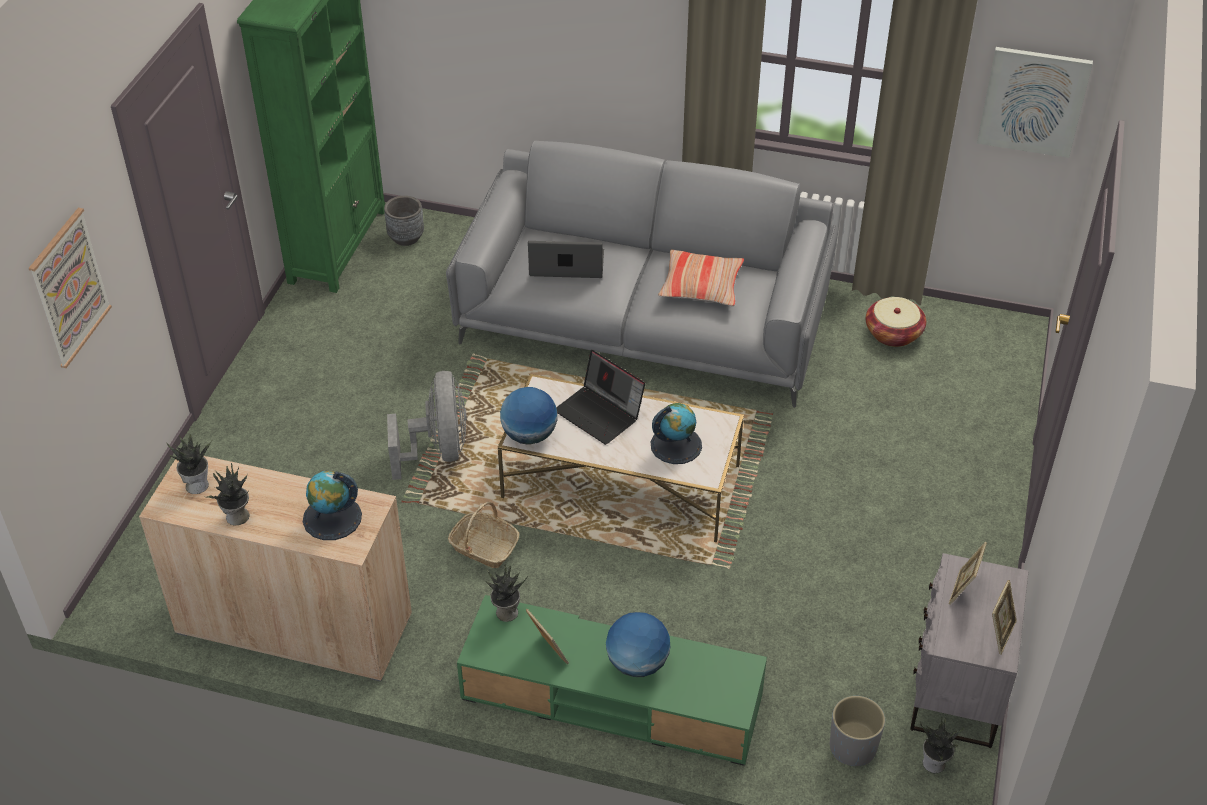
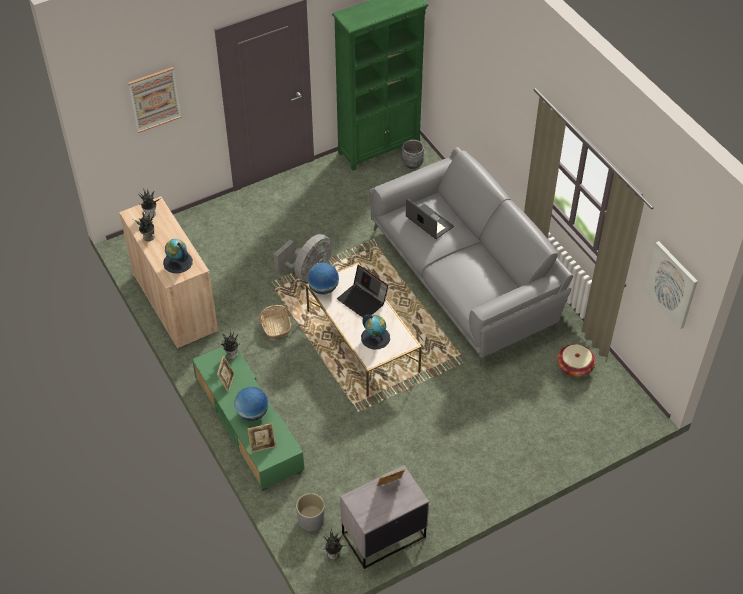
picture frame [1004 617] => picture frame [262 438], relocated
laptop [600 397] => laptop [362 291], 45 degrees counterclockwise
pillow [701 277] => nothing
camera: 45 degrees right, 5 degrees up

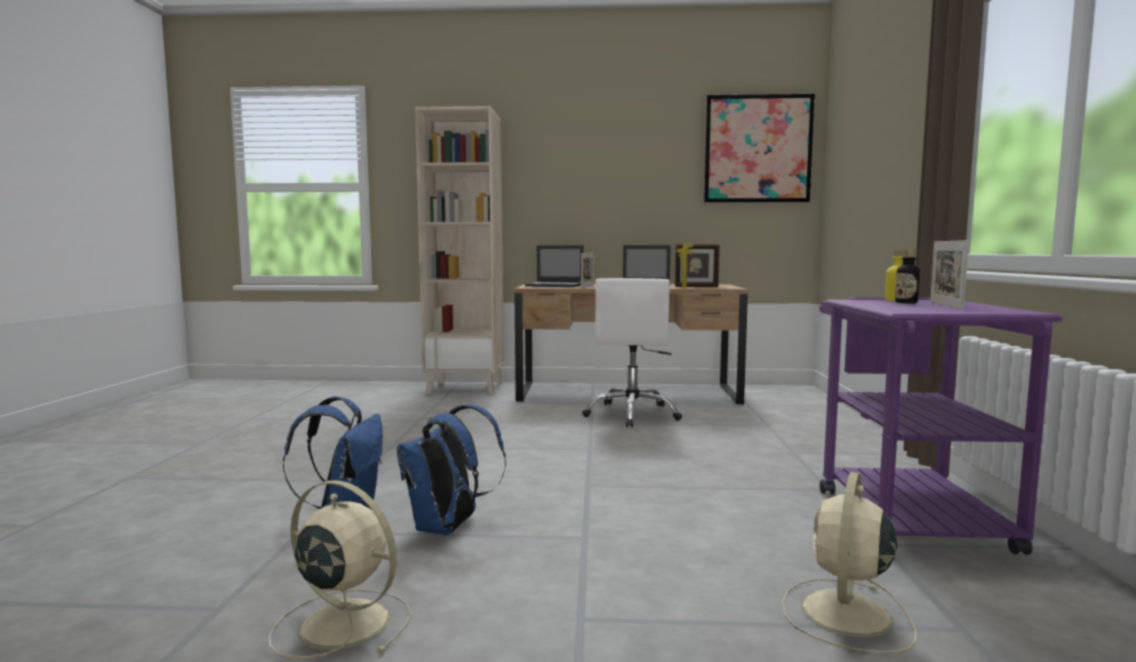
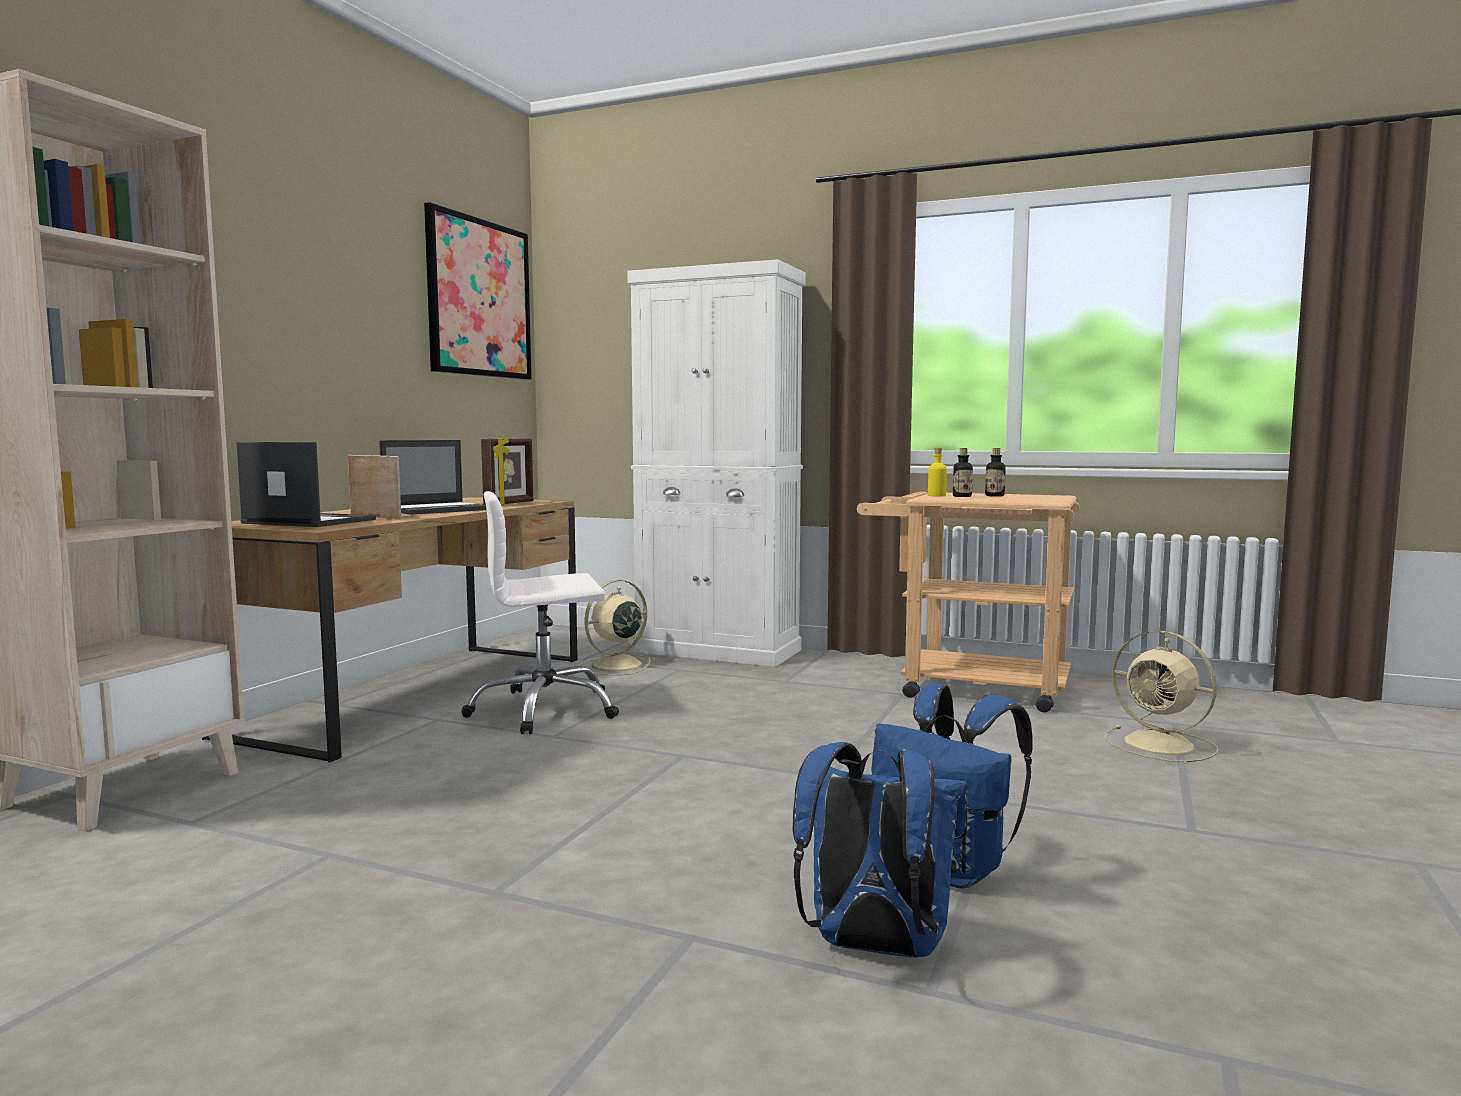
laptop [554 266] => laptop [306 484], 105 degrees counterclockwise
white office chair [632 352] => white office chair [540 612], 135 degrees clockwise
beige fan [340 569] => beige fan [617 627], relocated
nothing => white cabinet [717 463]
purple cart [940 426] => beige cart [968 602]
picture frame [949 274] => bottle [995 472]
camera: 70 degrees left, 0 degrees up

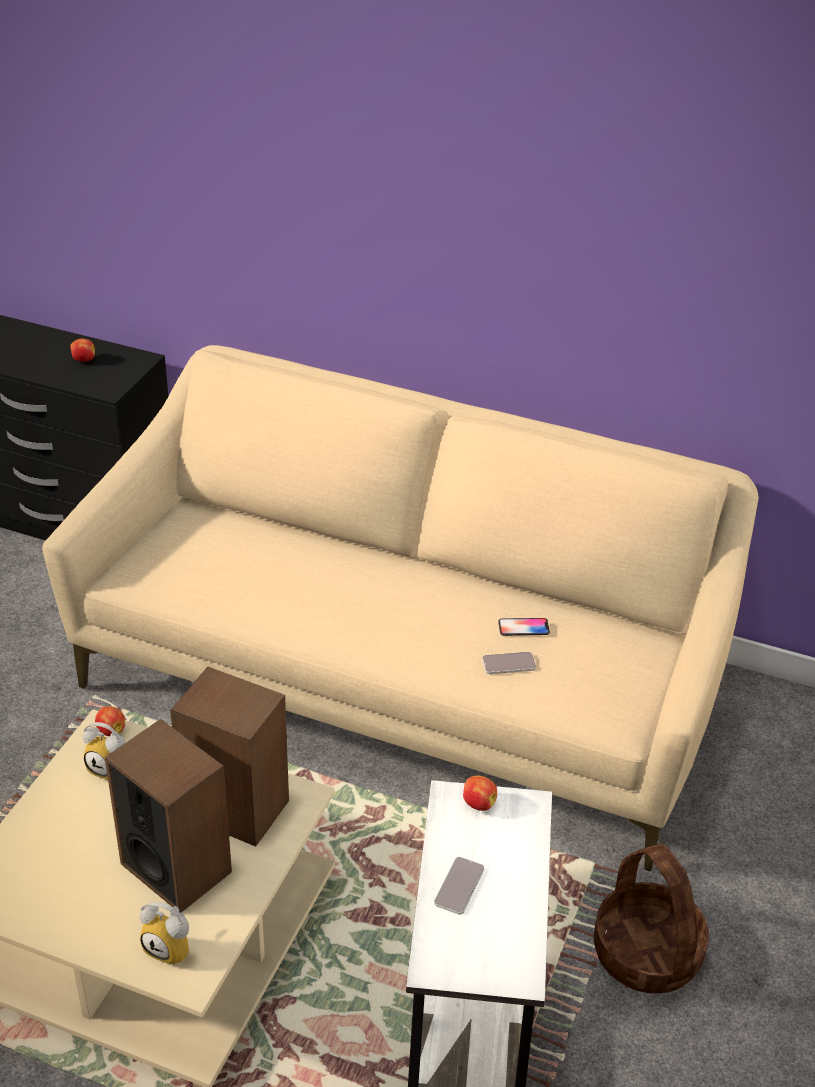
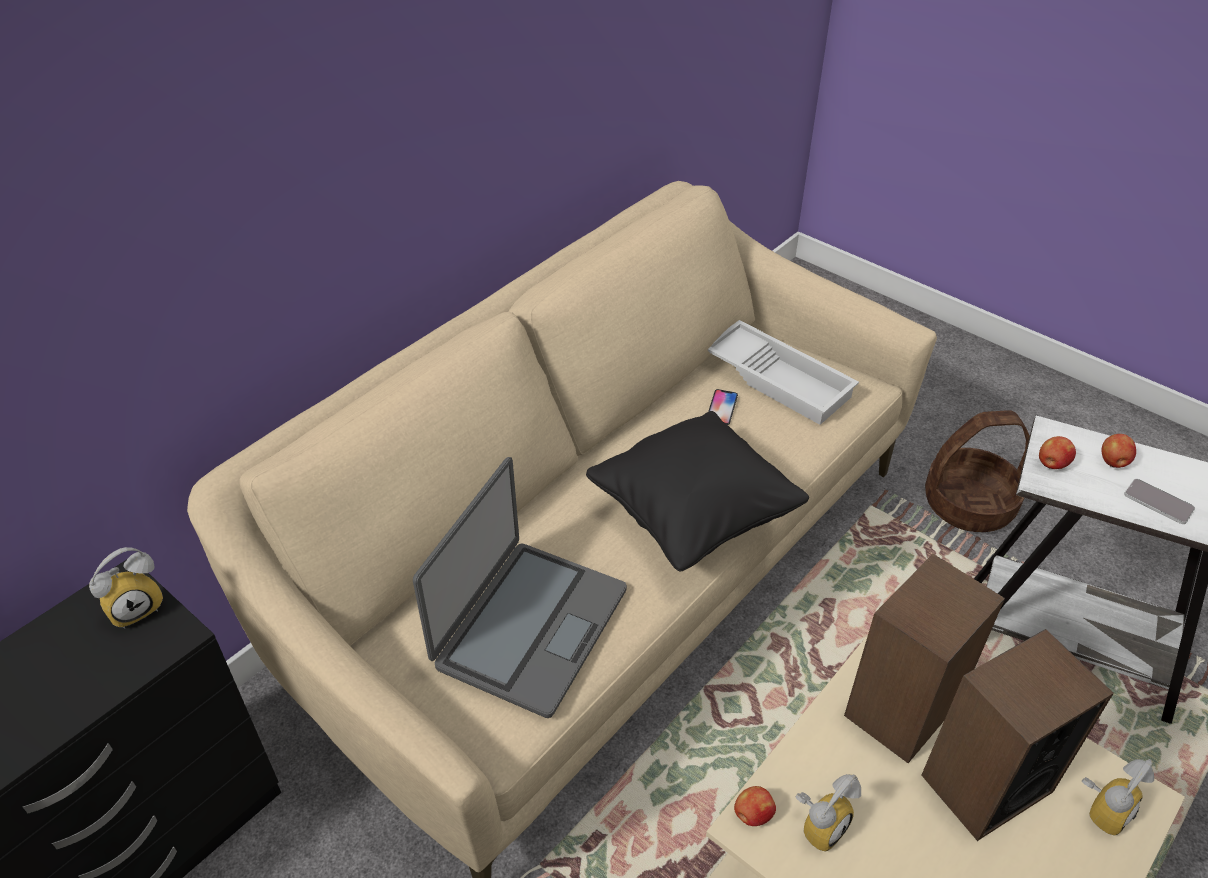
nothing => alarm clock [126 588]
nothing => laptop [520 587]
nothing => black pillow [697 491]
nothing => white tray [783 372]
apple [82 350] => apple [1118 451], relocated
phone [509 663] => nothing
camera: 70 degrees left, 5 degrees up

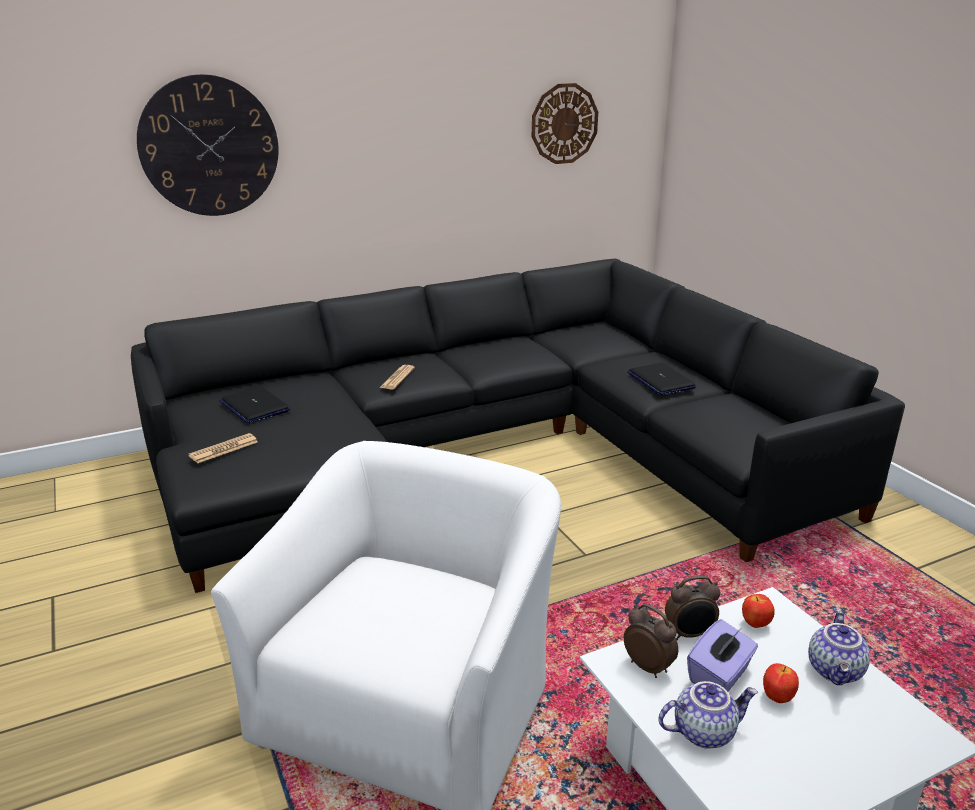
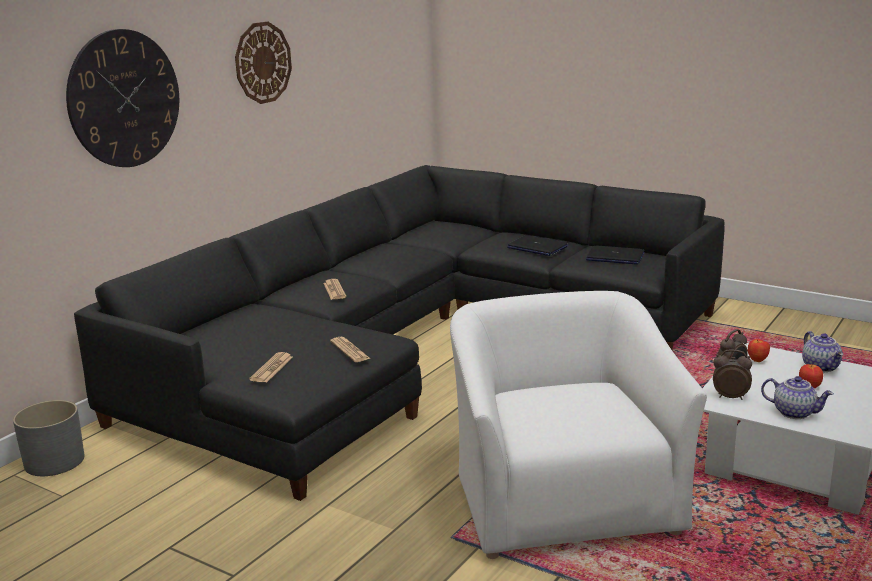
nothing => grey planter [48 438]
wall clock [565 123] => wall clock [263 62], relocated
nothing => newspaper [350 349]
laptop [255 404] => laptop [615 255], relocated
teapot [708 715] => teapot [797 397], 75 degrees clockwise
purple tissue box [722 656] => nothing
camera: 30 degrees left, 5 degrees down

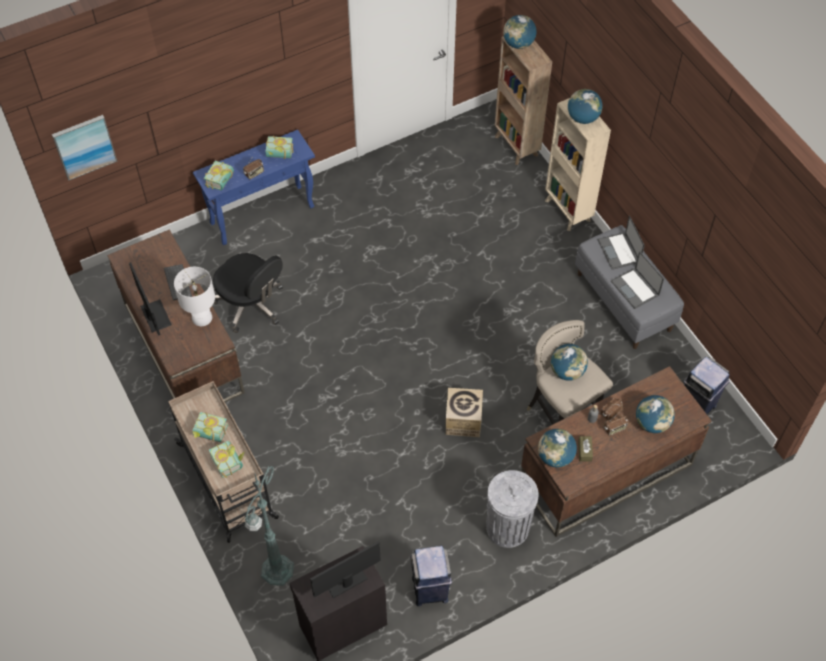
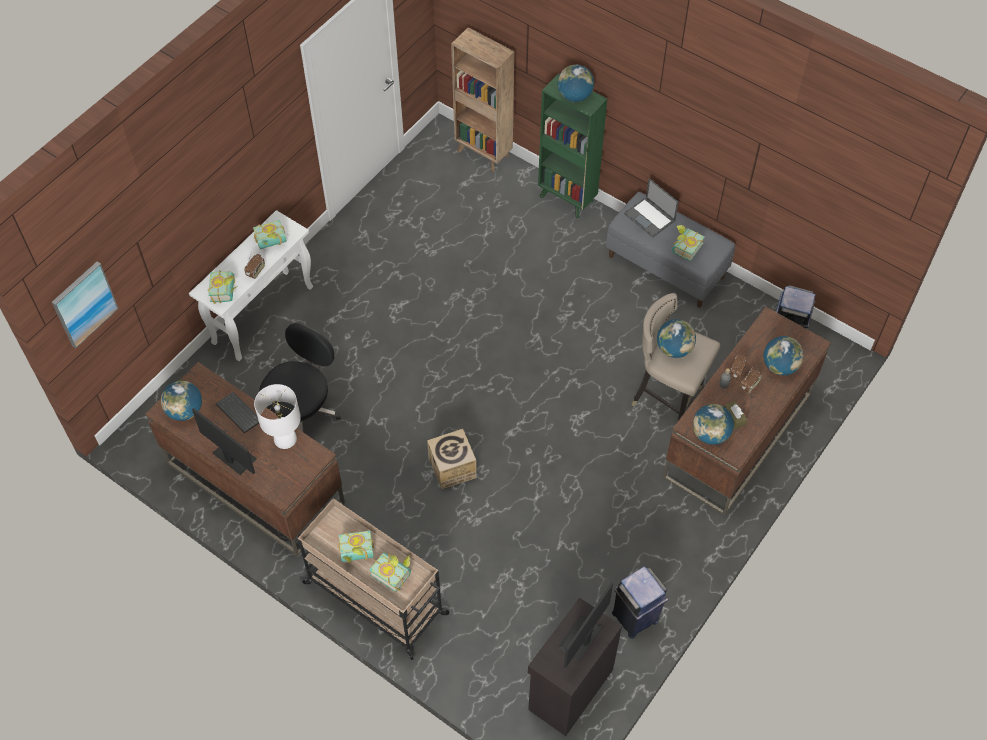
globe [520 32] => globe [181 401], relocated
blue console table [254 187] => white console table [251 285]
black office chair [248 293] => black office chair [300 377], 75 degrees counterclockwise
cardboard box [464 412] => cardboard box [452 459], relocated
beige bookcase [578 164] => green bookcase [572 145]
laptop [637 280] => book [688 243]
green floor lamp [269 526] => nothing
grey trash can [512 509] => nothing
camera: 25 degrees left, 0 degrees up

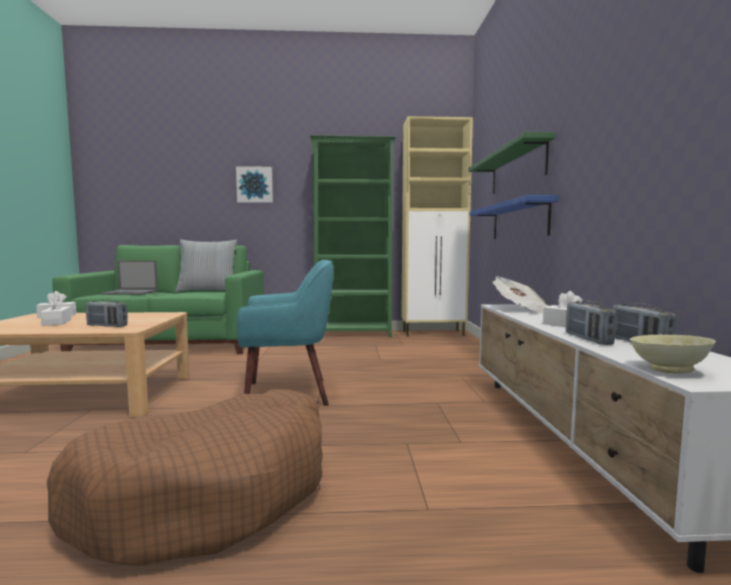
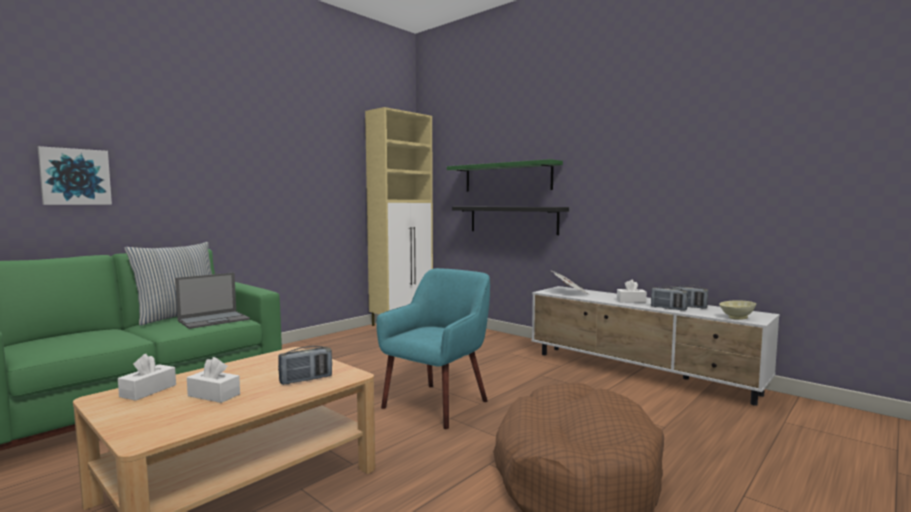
picture [254 184] => picture [75 175], relocated
laptop [128 277] => laptop [212 301], relocated
blue shelf [514 217] => black shelf [510 221]
green bookcase [352 236] => nothing
camera: 45 degrees left, 0 degrees up

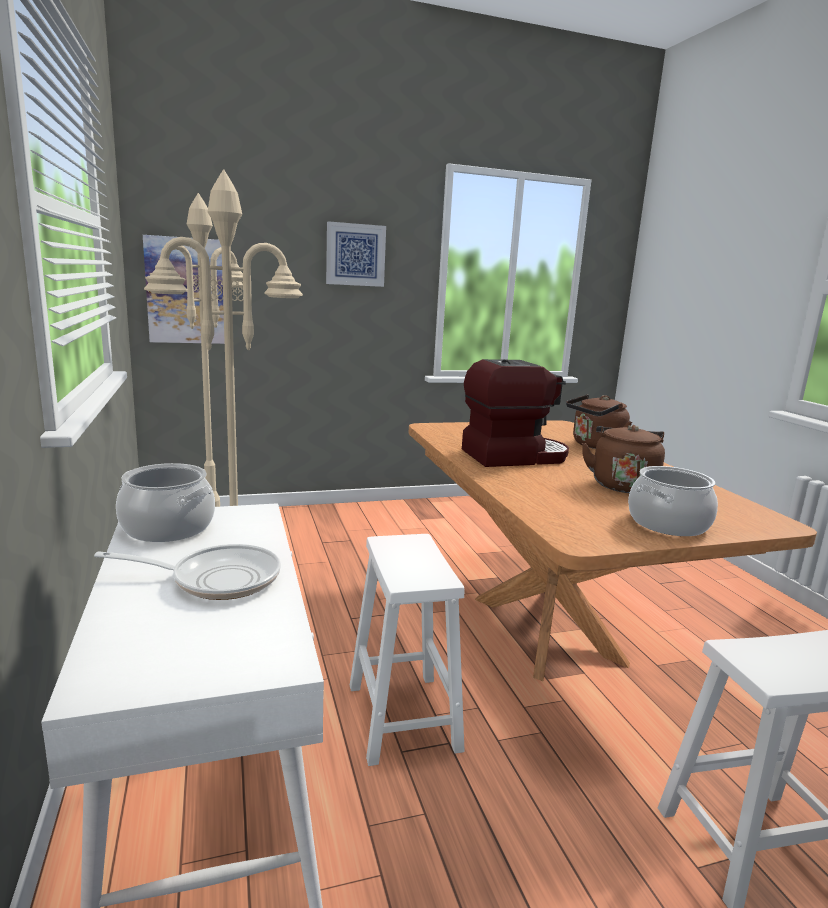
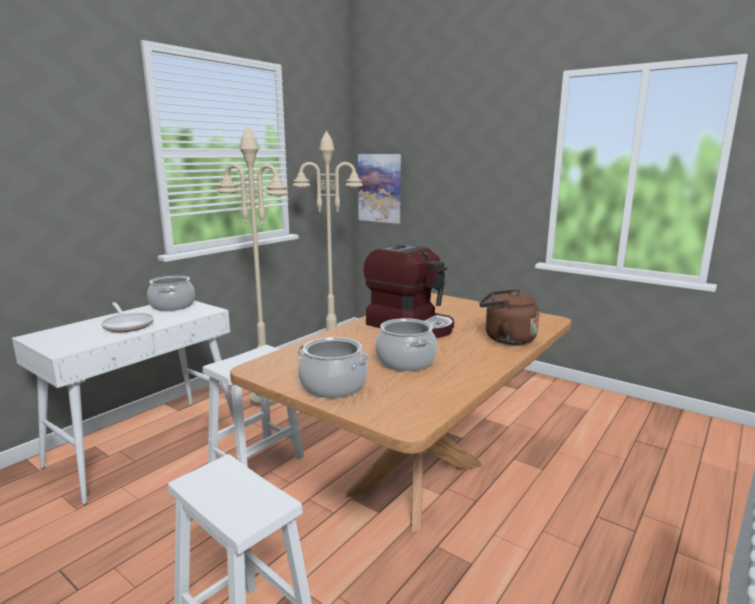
brown kettle [623 459] => cooking pot [406 344]
picture [356 254] => nothing
camera: 55 degrees right, 0 degrees up

